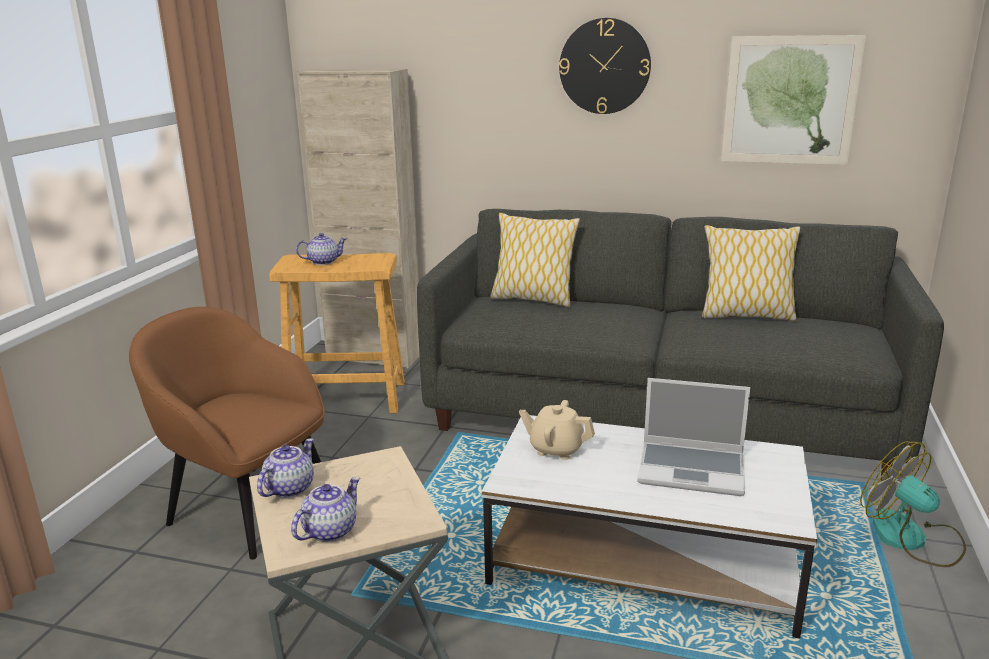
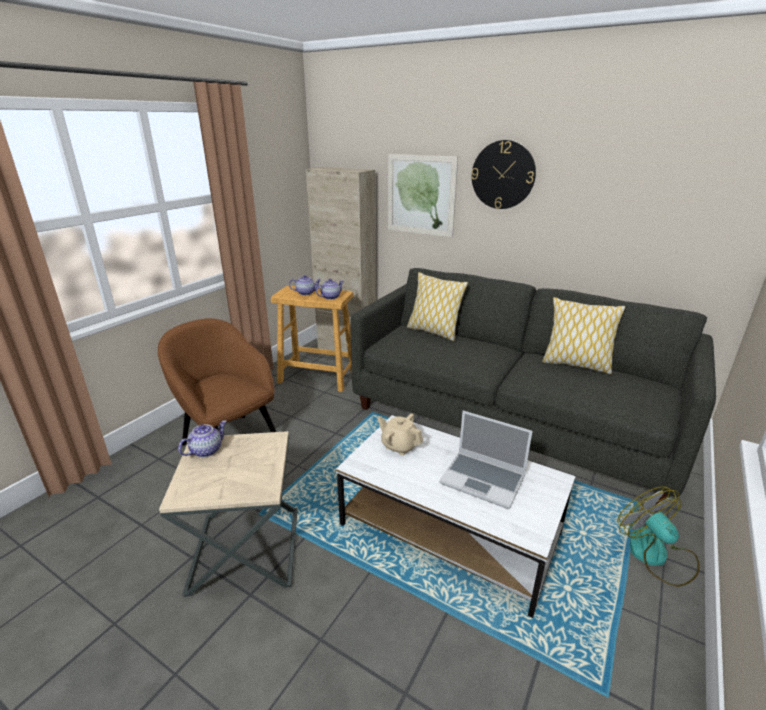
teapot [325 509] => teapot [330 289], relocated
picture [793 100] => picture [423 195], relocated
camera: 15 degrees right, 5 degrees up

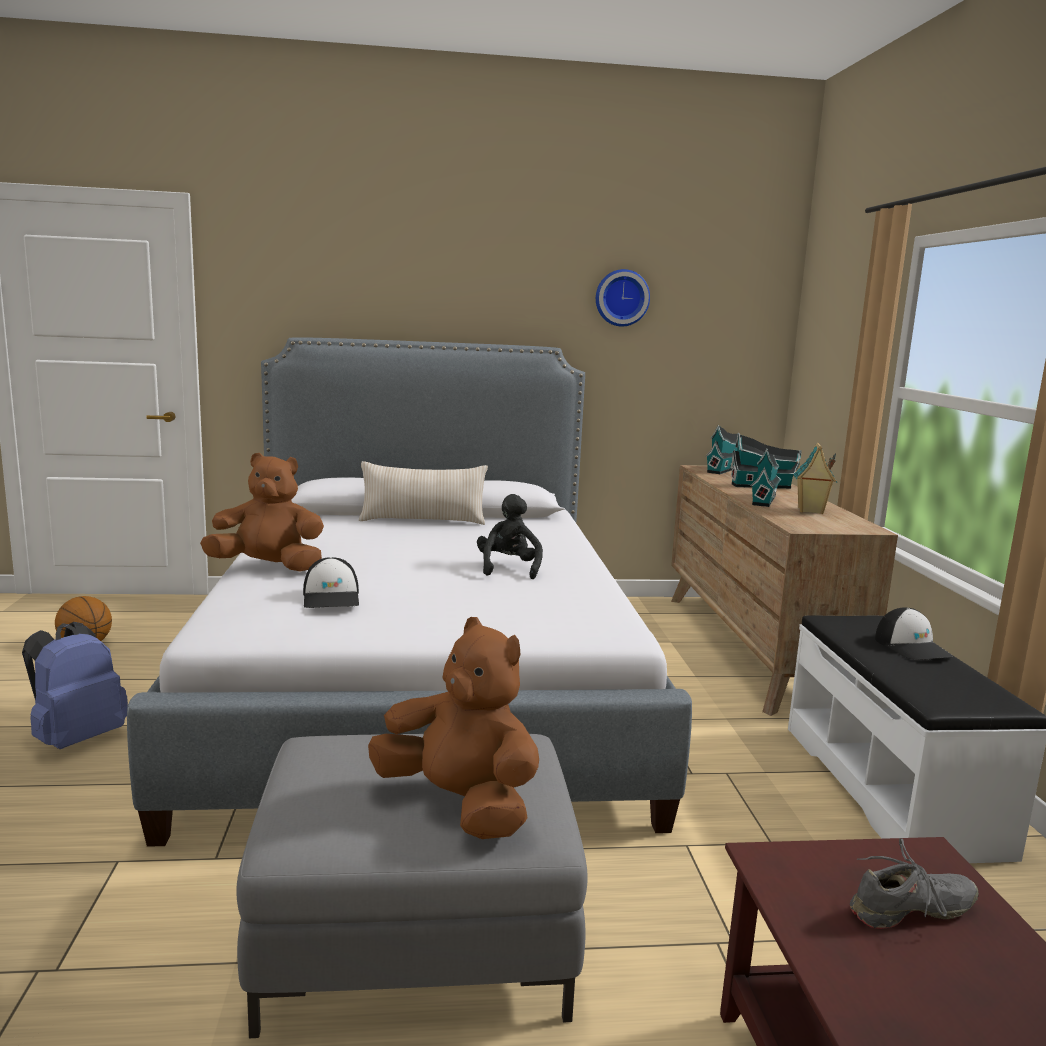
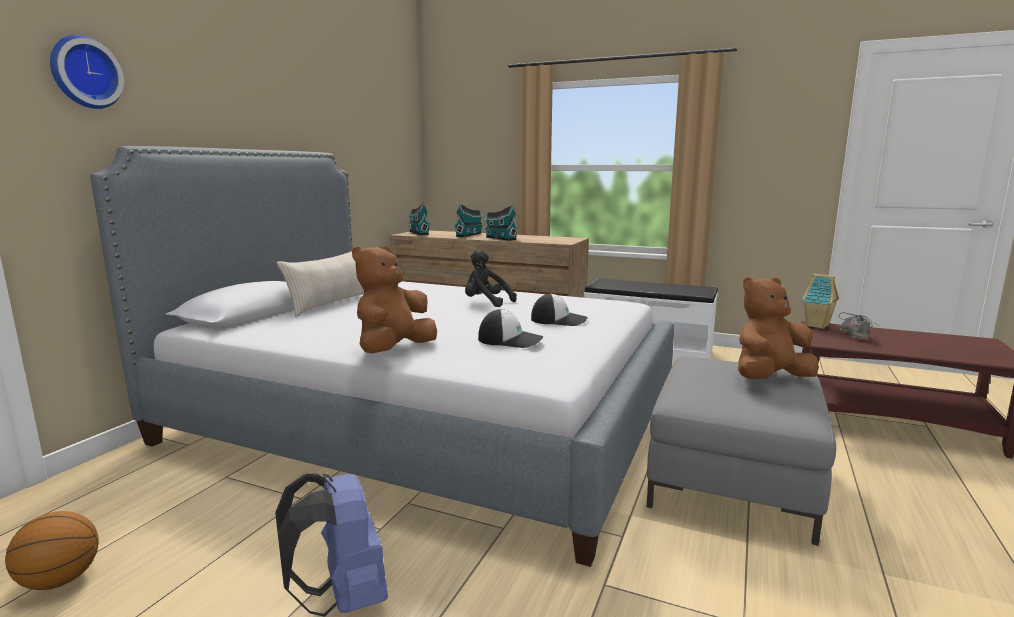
wall clock [623 298] => wall clock [87 72], relocated
cap [914 633] => cap [559 309], relocated
toy house [815 478] => toy house [820 301], relocated
camera: 60 degrees left, 0 degrees up

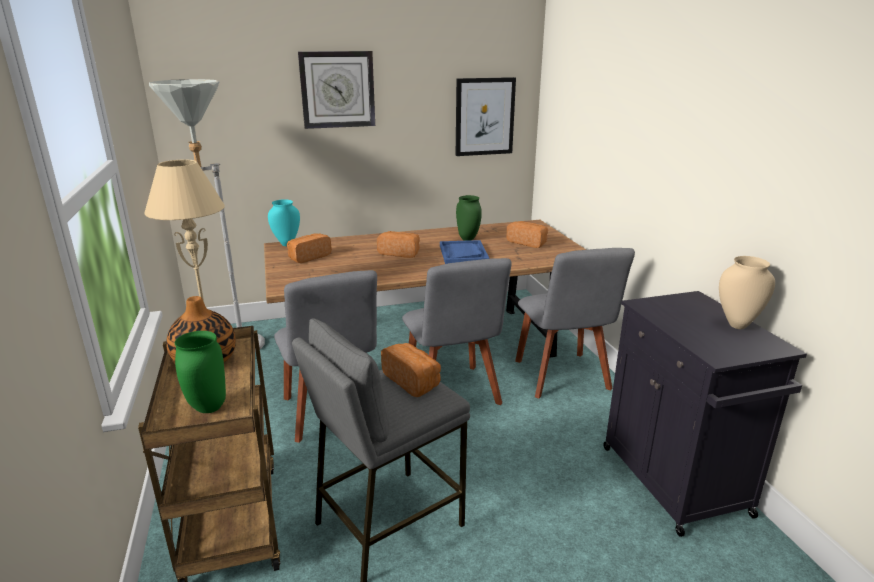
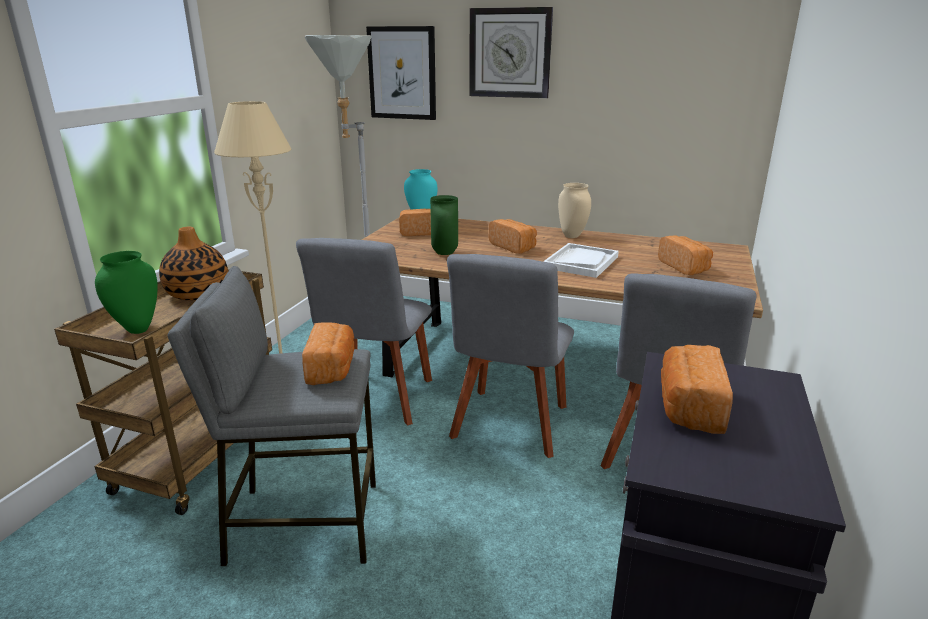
picture [486 116] => picture [401 73], relocated
green vase [469 218] => green vase [444 225], relocated
blue tray [464 252] => white tray [581 260]
beige vase [747 292] => beige vase [574 210], relocated
nothing => bread [697 389]
camera: 35 degrees right, 0 degrees up

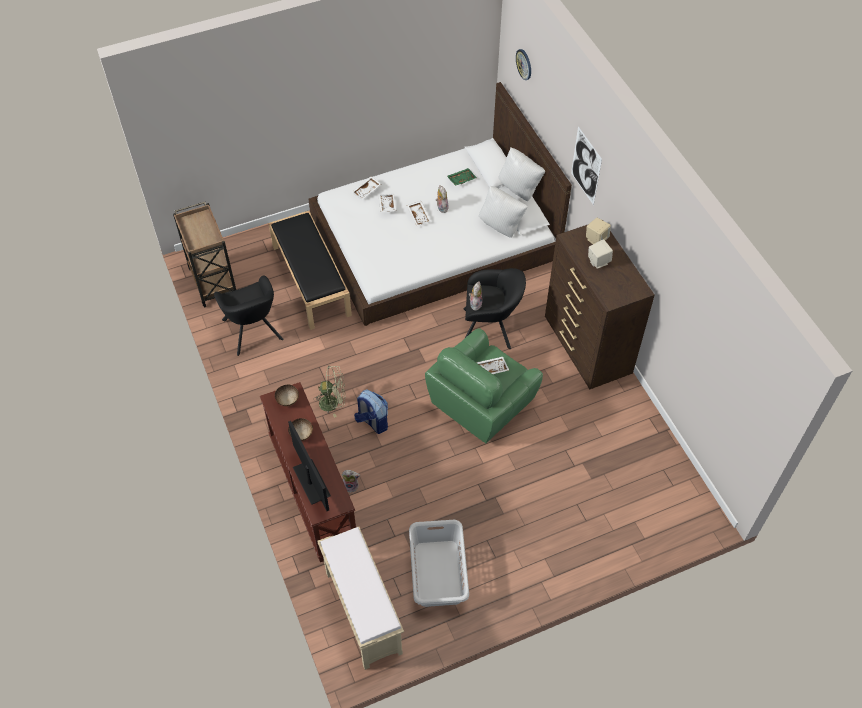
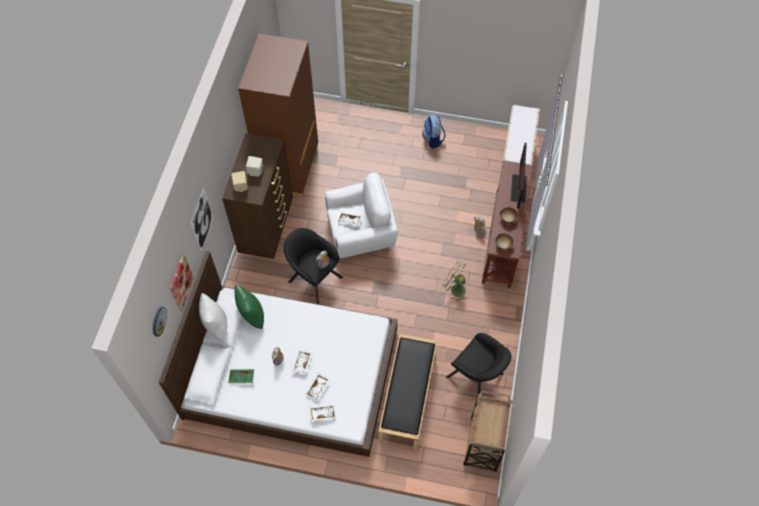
nothing => picture [182 283]
white pillow [503 212] => green pillow [249 307]
nothing => brown wardrobe [278 114]
green armchair [484 385] => white armchair [361 215]
backpack [371 412] => backpack [434 131], relocated
black armchair [248 316] => black armchair [478 363], 120 degrees clockwise
grey laundry basket [439 563] => nothing
camera: 145 degrees left, 5 degrees up

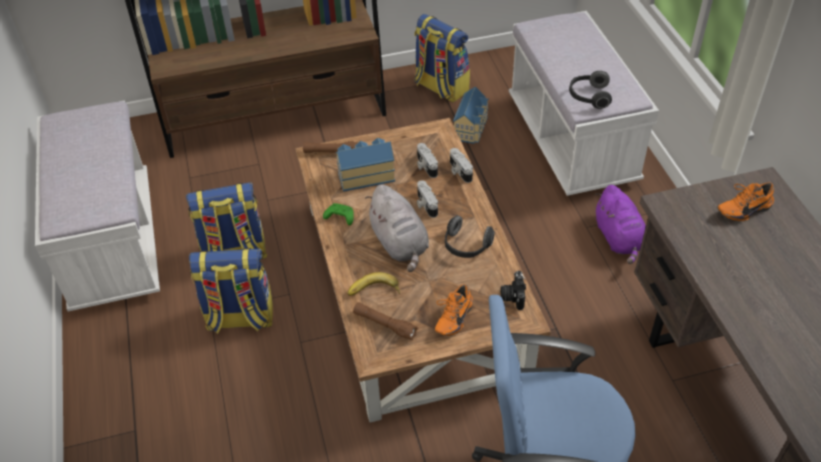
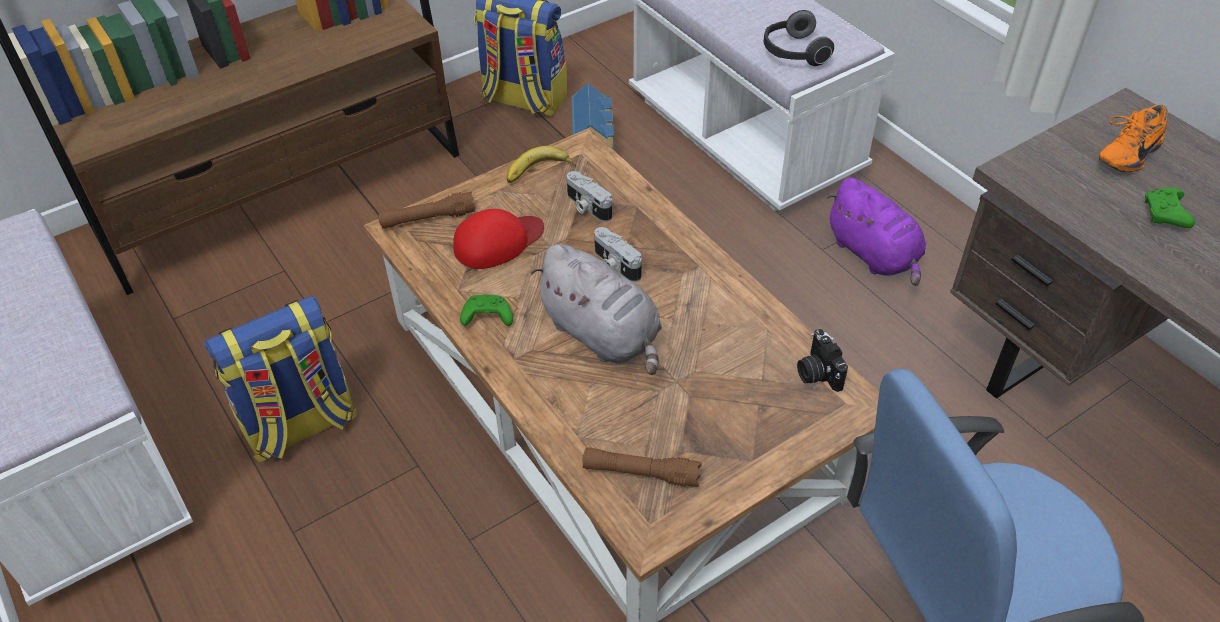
toy house [365 165] => red cap [498 239]
banana [373 284] => banana [541 164], relocated
nothing => green game controller [1170 207]
backpack [231 291] => nothing
orange shoe [454 310] => nothing
headphones [470 236] => nothing
photo camera [461 165] => nothing
camera: 20 degrees left, 0 degrees up

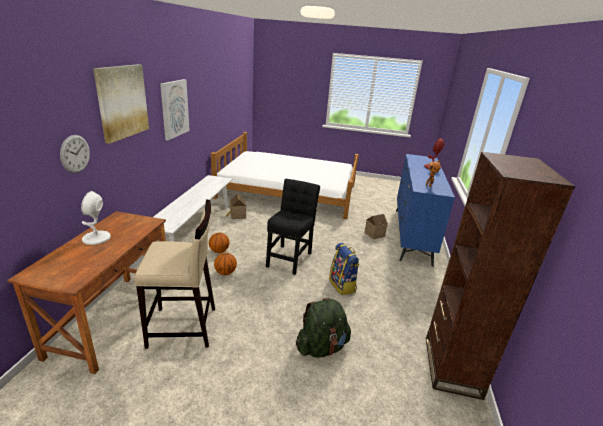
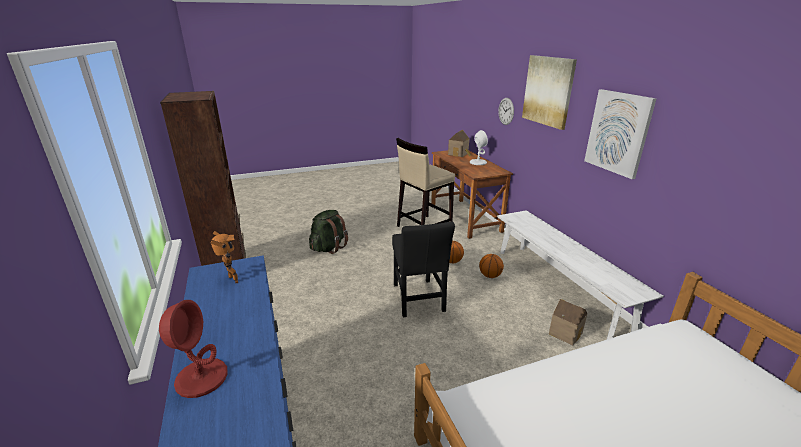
toy house [376 226] => toy house [459 143], relocated
backpack [344 269] => nothing
camera: 150 degrees right, 0 degrees up

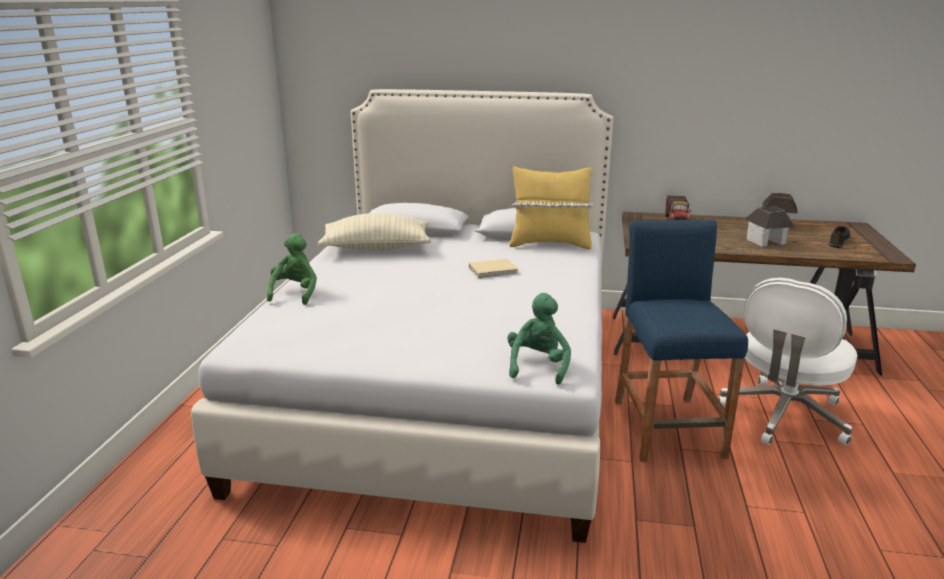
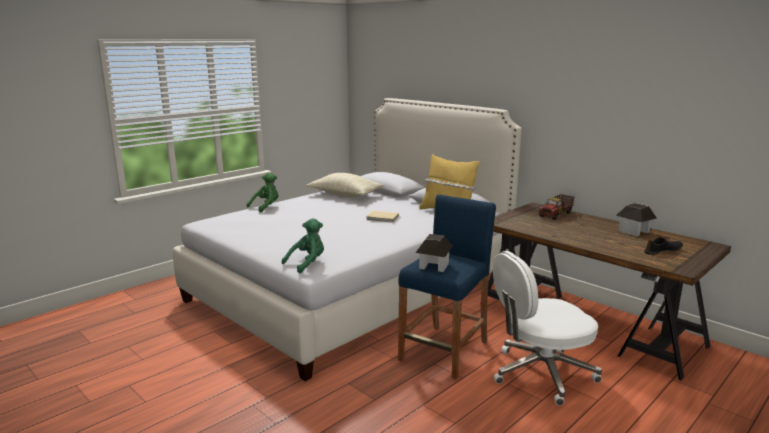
toy house [770 226] => toy house [434 253], relocated
camera: 35 degrees right, 5 degrees down

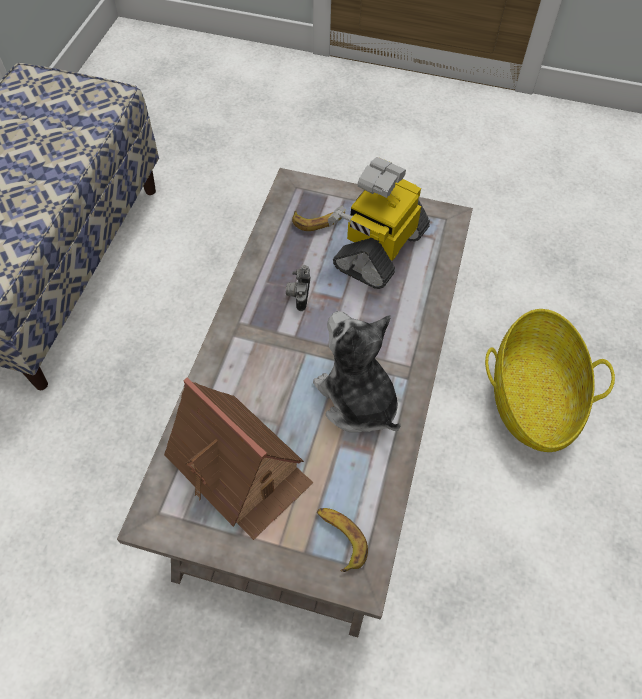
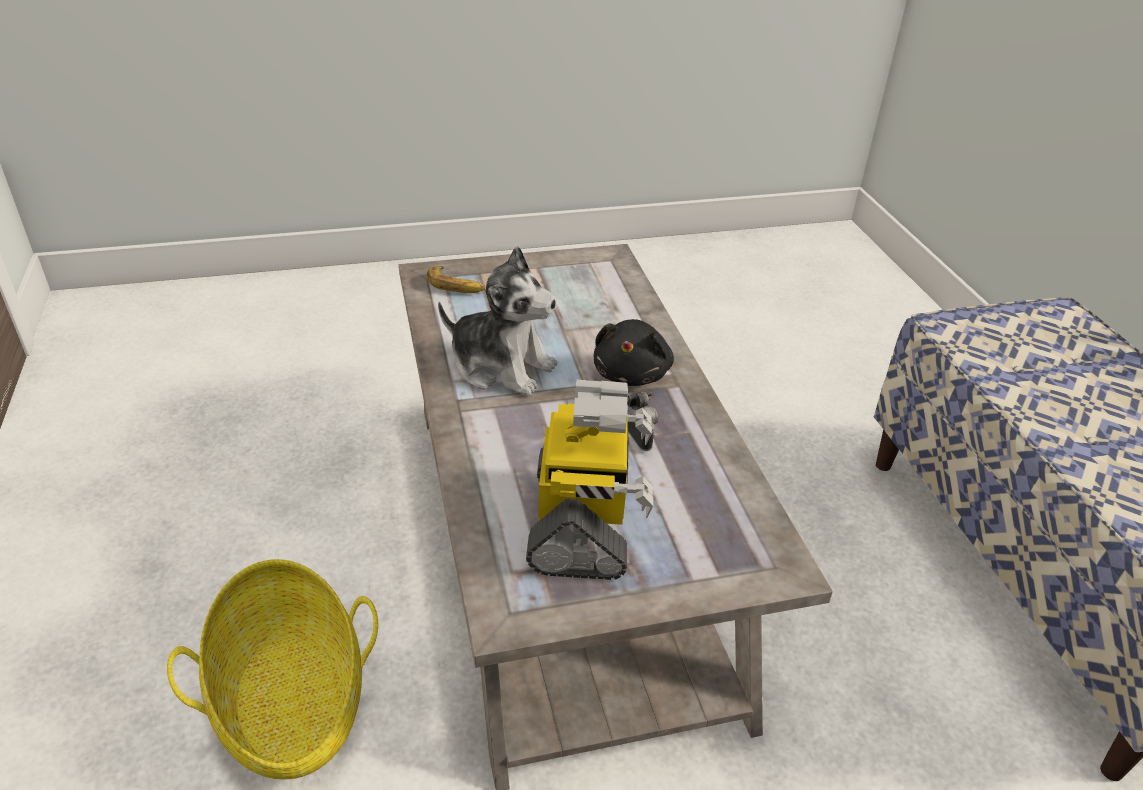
nothing => black plush toy [634 352]
toy house [238 459] => nothing
banana [318 221] => nothing
camera: 150 degrees right, 20 degrees down

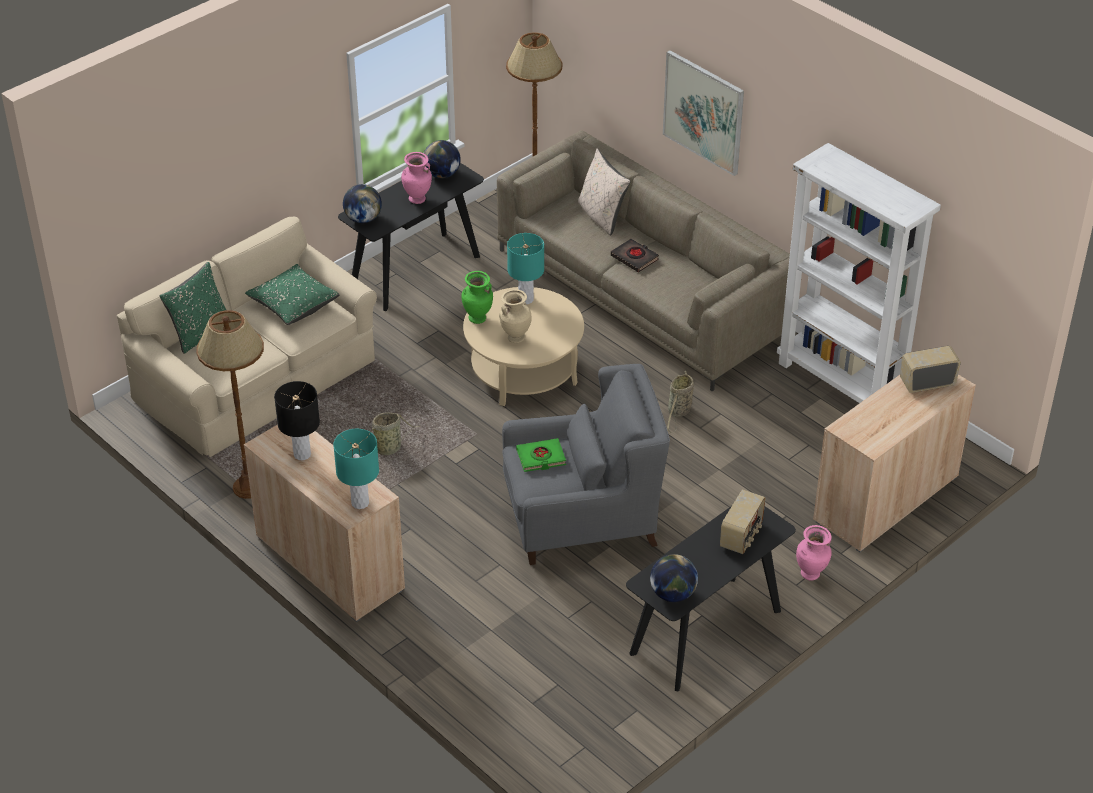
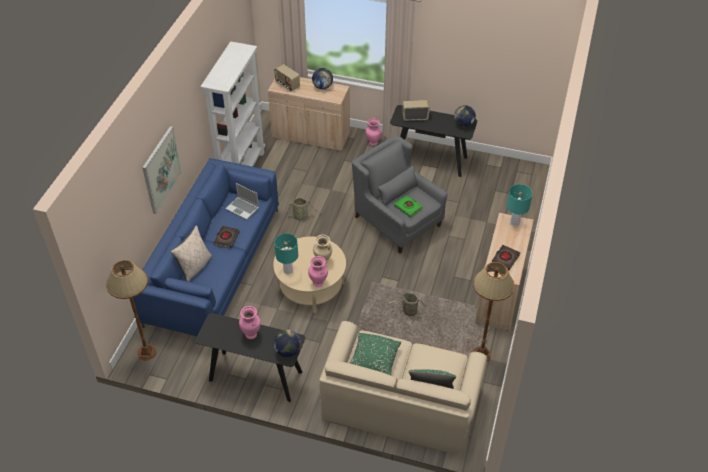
beige sofa [649 261] => blue sofa [206 247]
nothing => laptop [242 201]
green vase [477 297] => pink vase [318 271]
globe [442 159] => globe [322 78], relocated
black table lamp [297 420] => black book [506 258]
camera: 120 degrees left, 5 degrees up

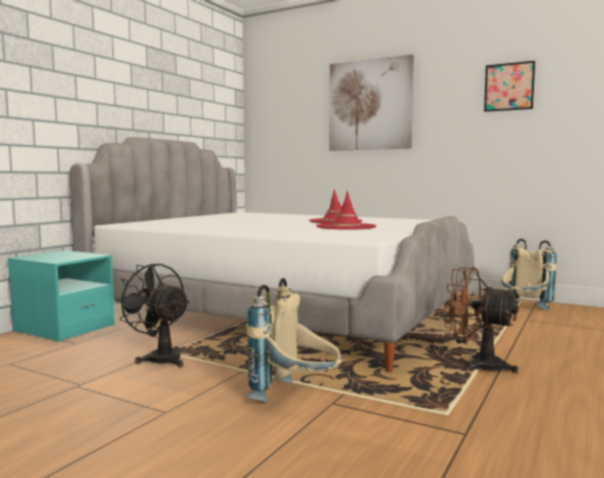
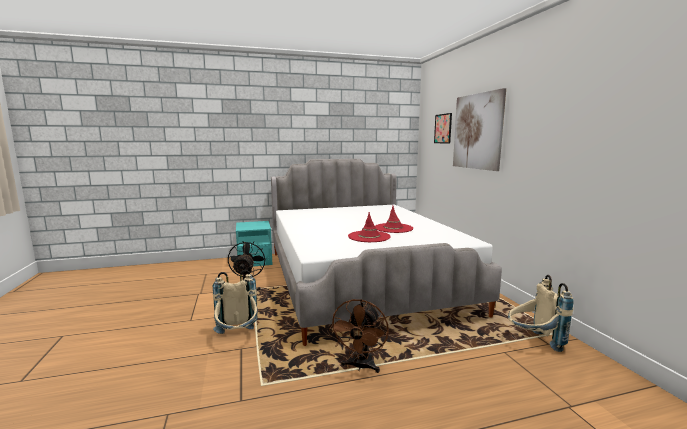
brown fan [481 320] => brown fan [359 336], 150 degrees counterclockwise
picture [509 86] => picture [443 128], relocated
camera: 45 degrees right, 5 degrees up

